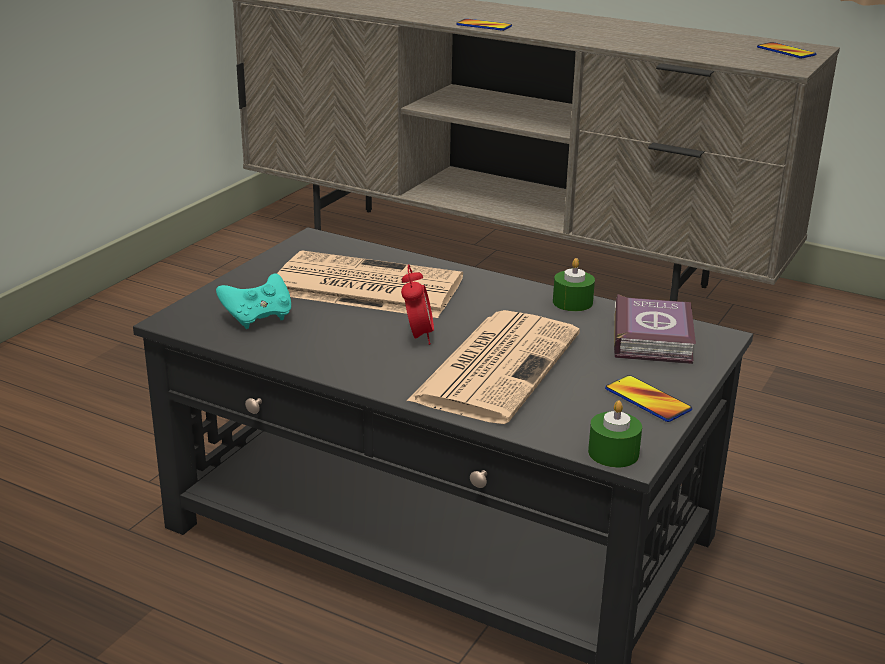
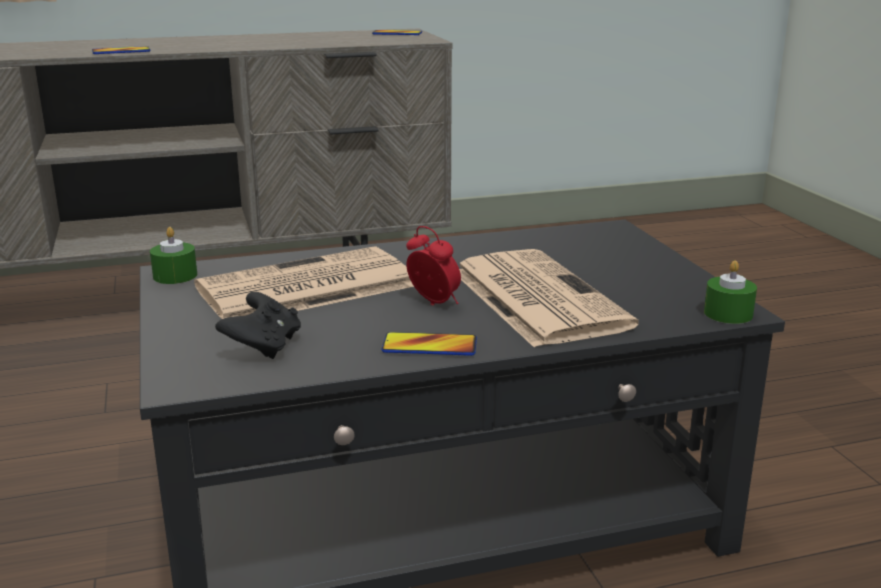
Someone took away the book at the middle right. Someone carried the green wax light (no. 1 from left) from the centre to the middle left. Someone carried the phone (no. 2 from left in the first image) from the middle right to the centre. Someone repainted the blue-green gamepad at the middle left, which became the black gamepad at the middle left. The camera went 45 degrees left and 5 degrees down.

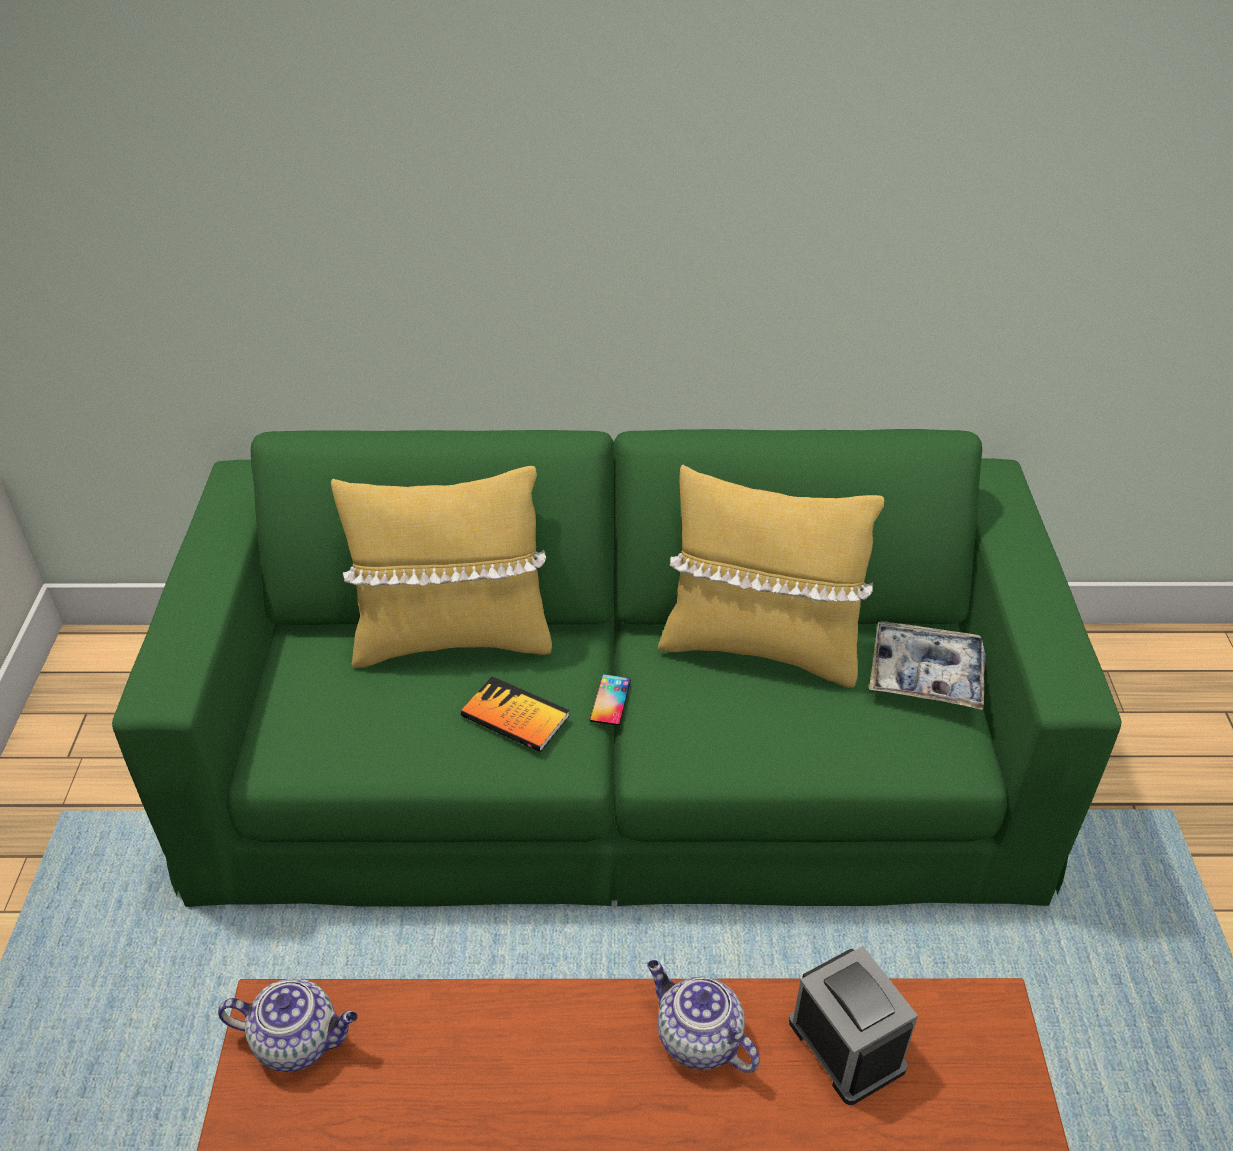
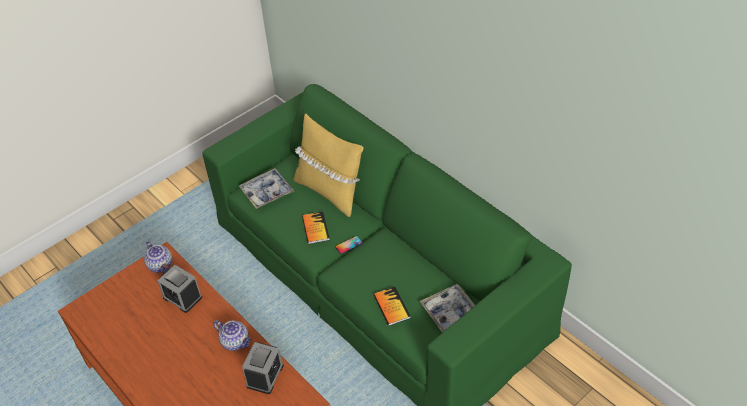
Someone took away the yellow-coloured pillow (no. 2 from left) at the centre. Someone put down the table clock (no. 1 from left) at the bottom left. Someone put down the carrying tray (no. 1 from left) at the centre. Someone put down the book (no. 2 from left) at the bottom centre. Someone rotated the tea pot (no. 2 from left) at the bottom centre by 120 degrees clockwise. The camera went 50 degrees right and 5 degrees up.

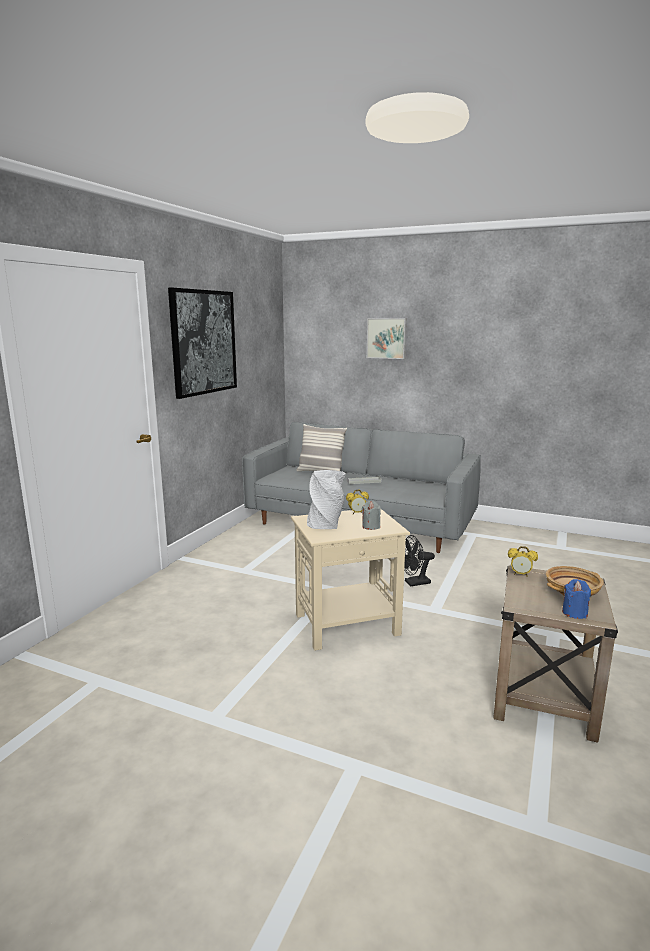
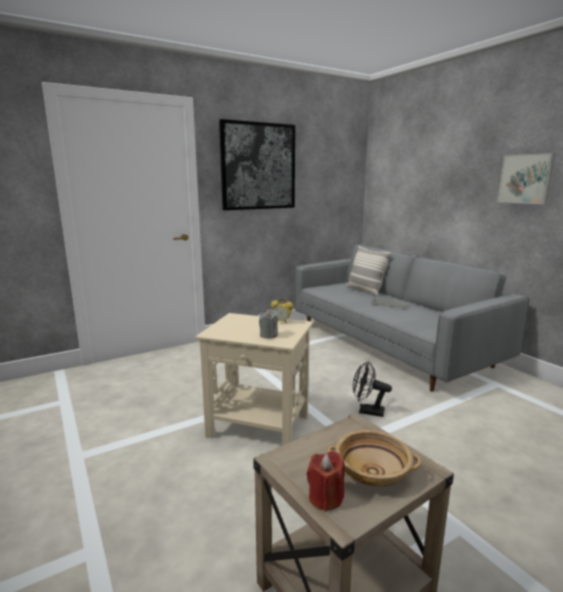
Someone took away the grey decorative vase at the centre. Someone took away the table clock (no. 2 from left) at the middle right. Someone carried the picture (no. 2 from left) from the centre to the top right. Someone repainted the bluish wax light at the middle right, which became the red-coloured wax light at the bottom centre. The camera went 35 degrees right and 0 degrees up.

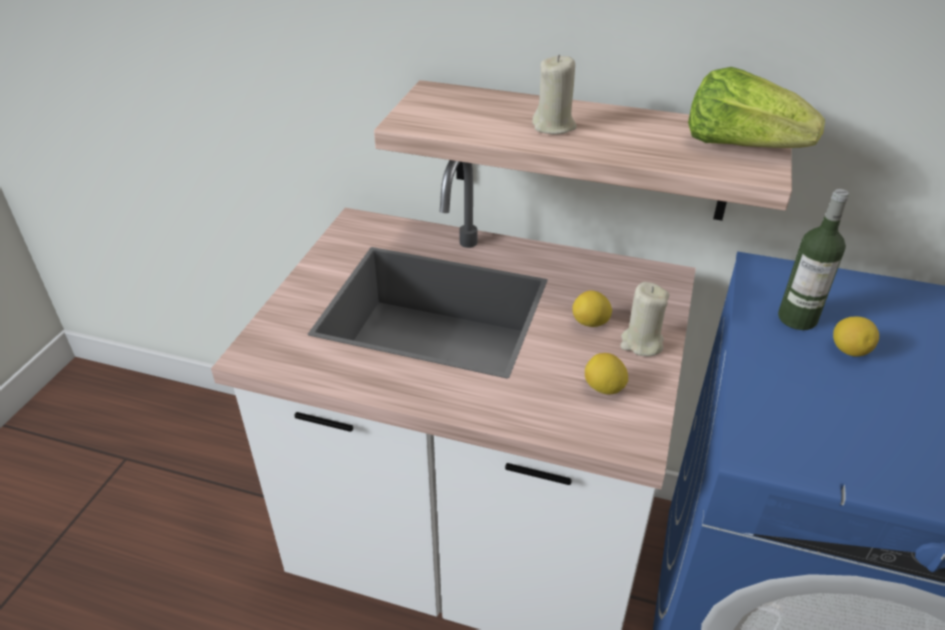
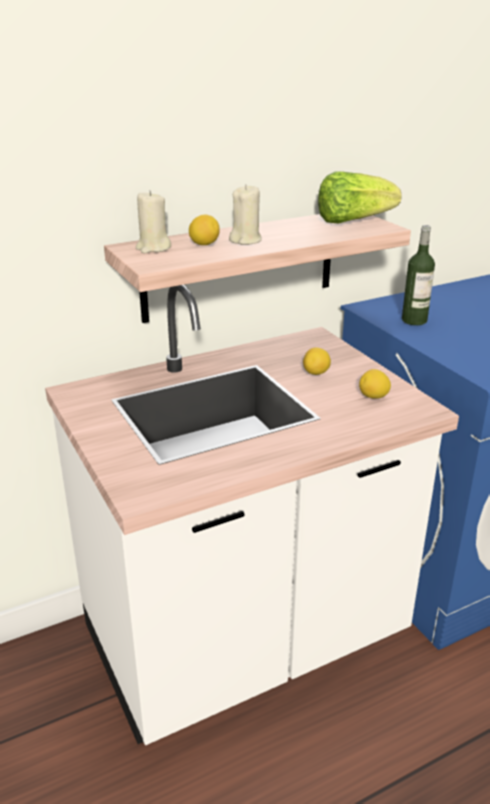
Someone carried the sand-coloured wax light (no. 2 from left in the first image) from the middle right to the top left. Someone carried the whole lemon (no. 3 from left in the first image) from the middle right to the top centre. The camera went 45 degrees left and 10 degrees down.

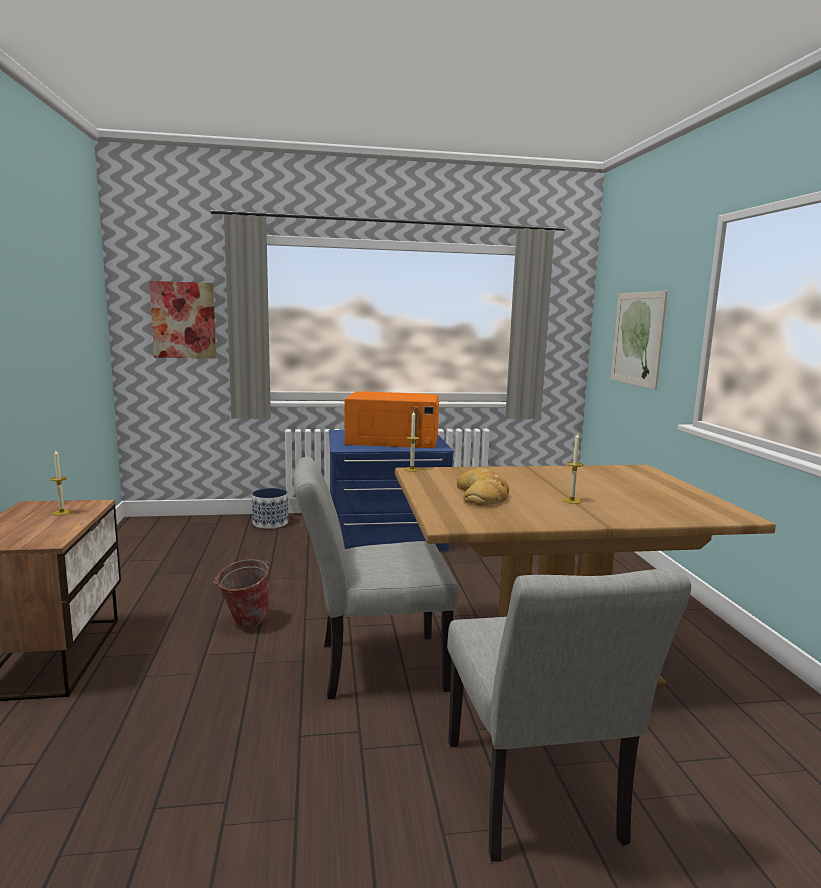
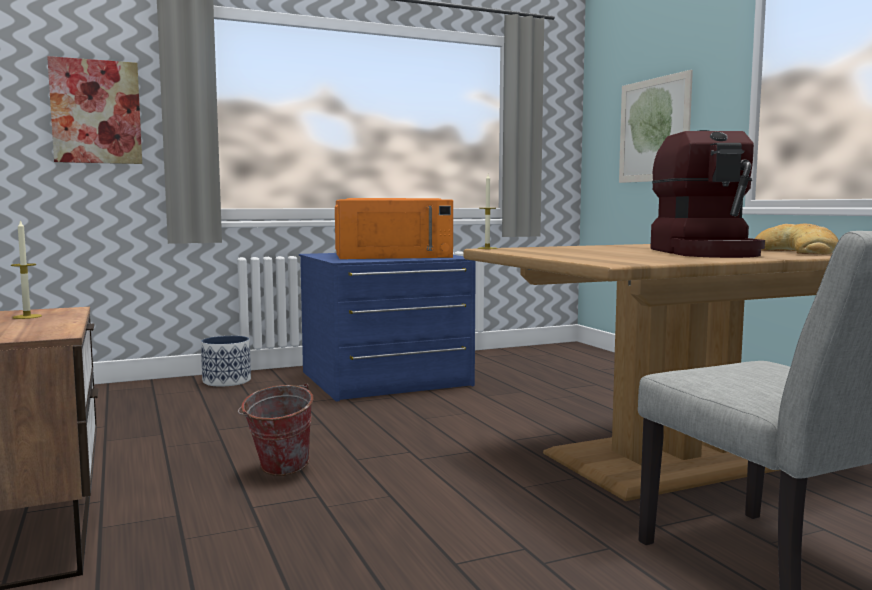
Someone took away the grey upright chair (no. 1 from left) at the centre. Someone carried the bread from the centre to the middle right. Someone swapped the wax light (no. 3 from left) at the middle right for the coffee brewer at the top right. The camera went 15 degrees left and 5 degrees down.

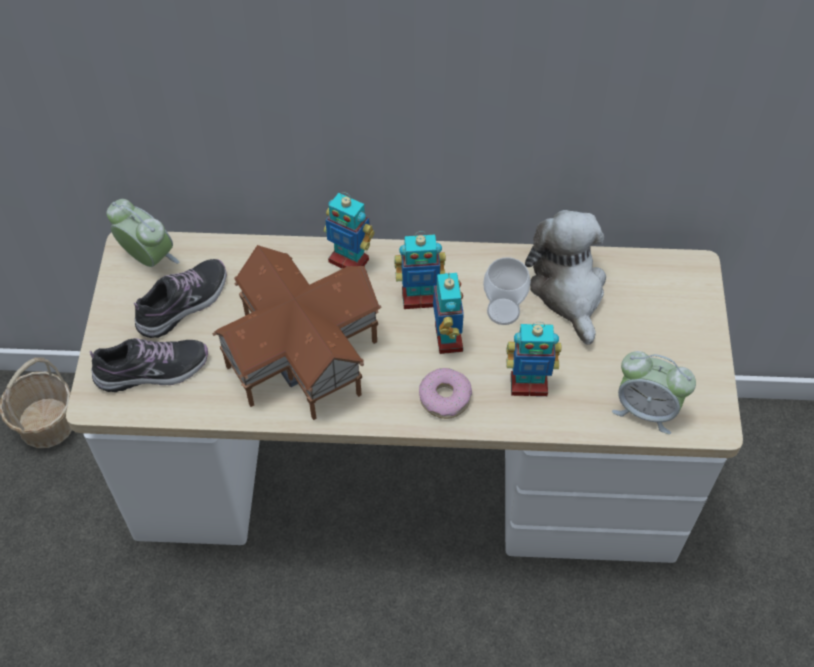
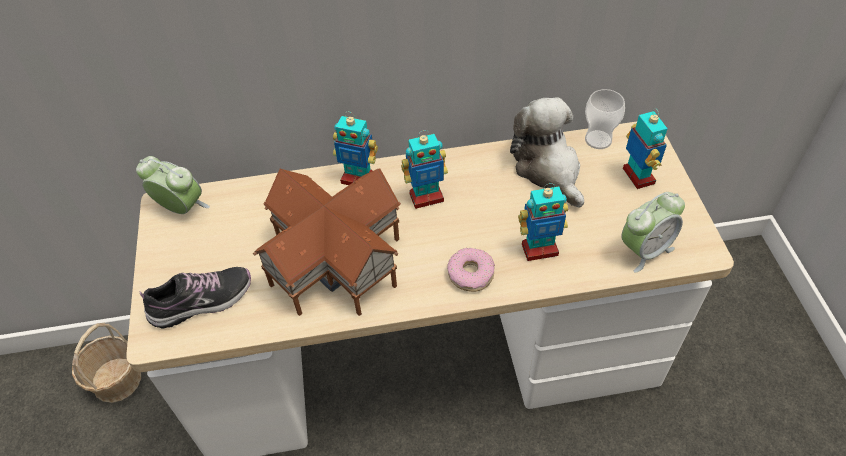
Someone took away the low shoe (no. 2 from left) at the middle left. Someone carried the toy robot (no. 3 from left in the first image) from the centre to the top right. Someone carried the drinking cup from the centre to the top right. Someone rotated the table clock (no. 2 from left) at the middle right by 45 degrees counterclockwise. The camera went 10 degrees left and 5 degrees down.

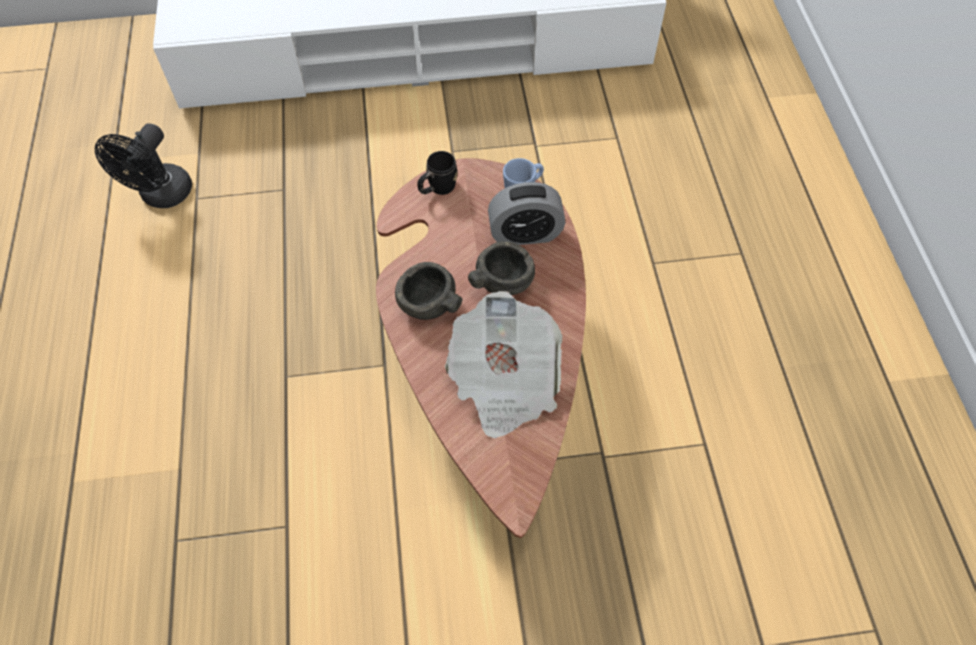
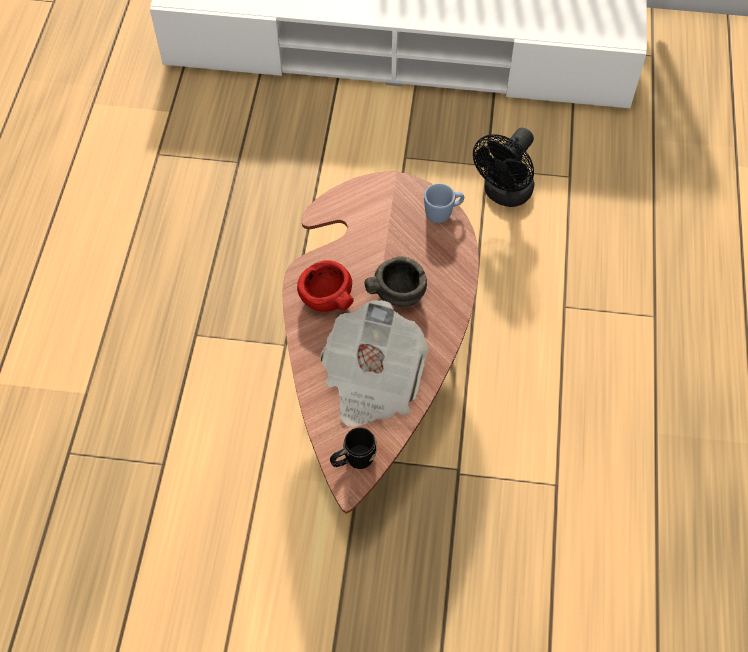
Someone took away the table clock at the top centre. Someone carried the black electric fan from the top left to the top right. Someone carried the black mug from the top centre to the bottom centre. Someone repainted the grey serving bowl (no. 1 from left) at the centre, which became the red-coloured serving bowl at the centre. The camera went 15 degrees right and 0 degrees up.

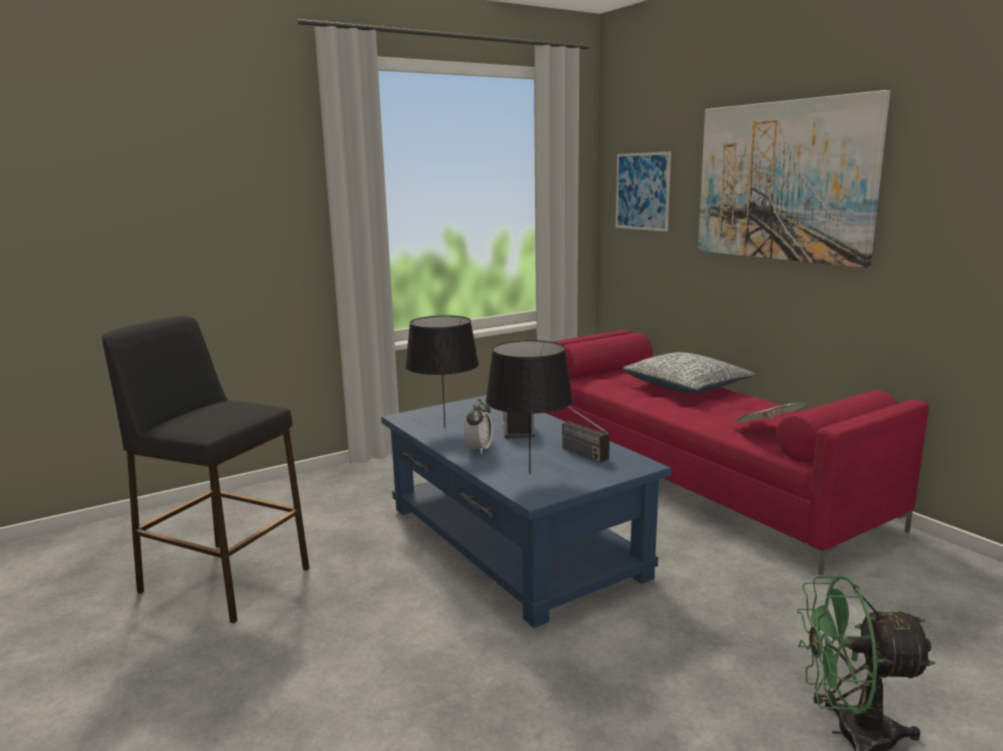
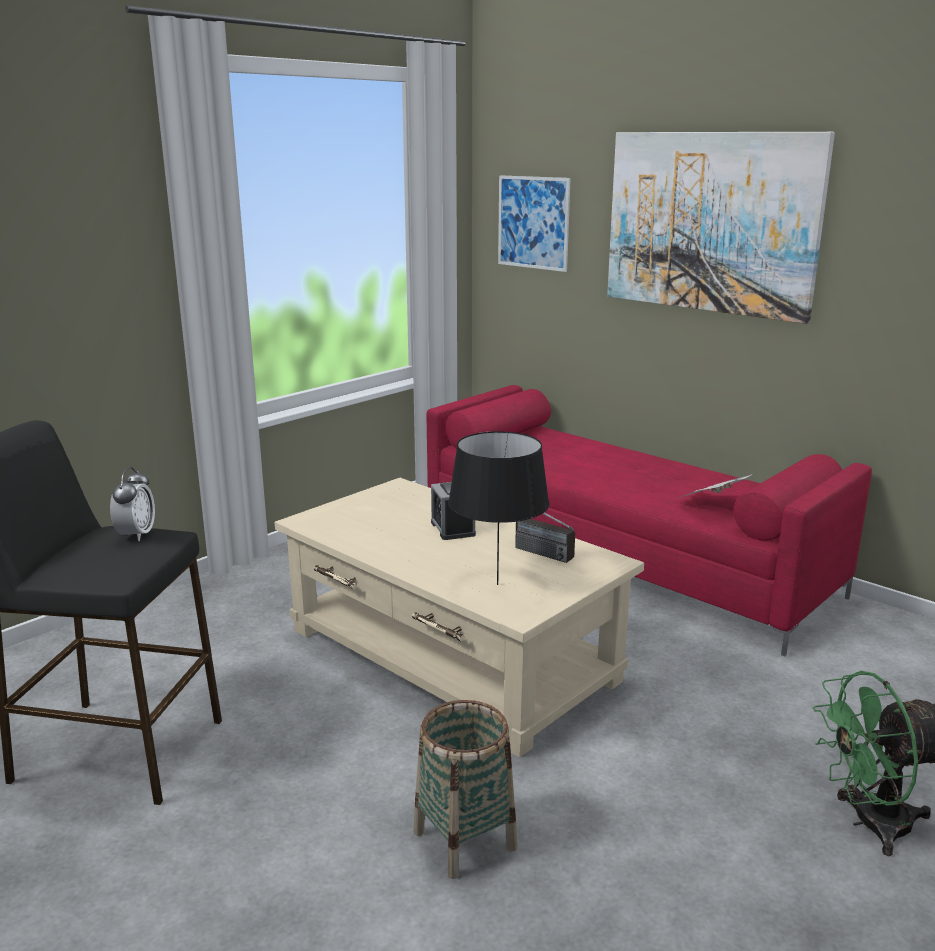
Someone took away the black tabletop lamp (no. 1 from left) at the centre. Someone took away the pillow at the middle right. Someone put down the basket at the bottom centre. Someone carried the table clock (no. 1 from left) from the centre to the middle left. Someone repainted the bluish coffee table at the bottom centre, which became the sand-coloured coffee table at the centre. The camera went 15 degrees left and 5 degrees up.

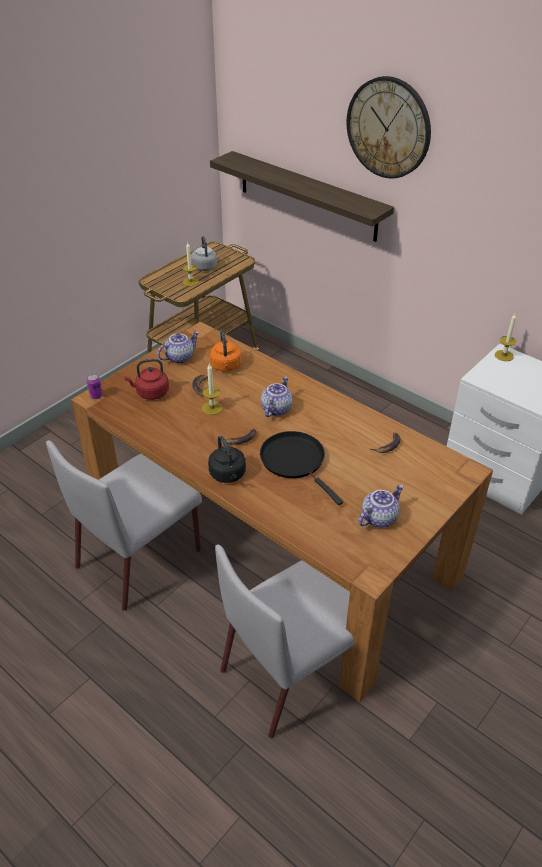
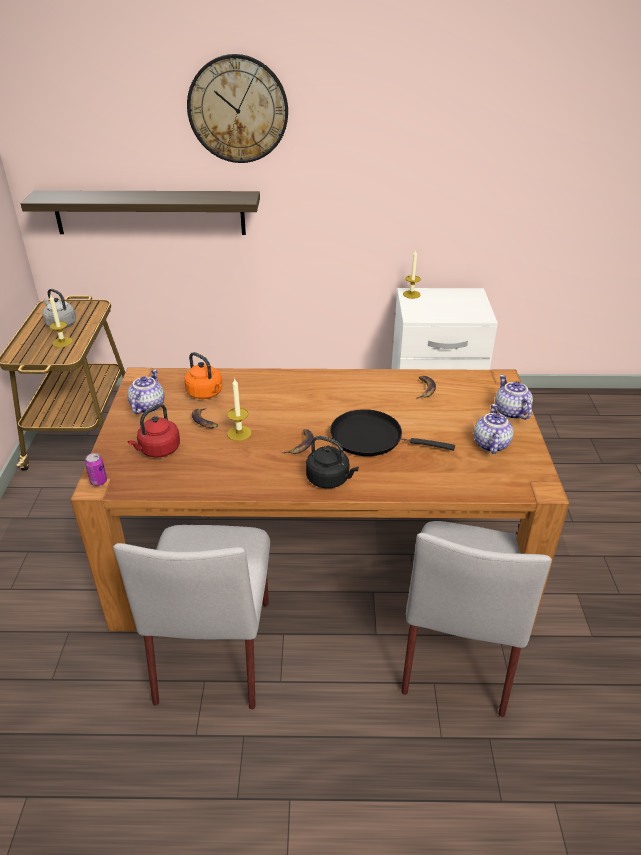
Someone carried the tea pot (no. 2 from left in the first image) from the centre to the middle right. The camera went 40 degrees left and 5 degrees down.

